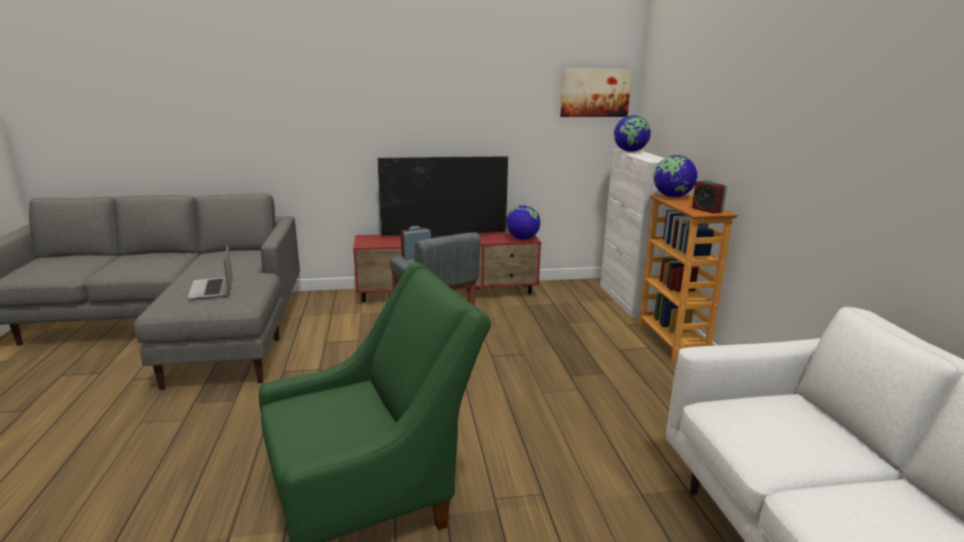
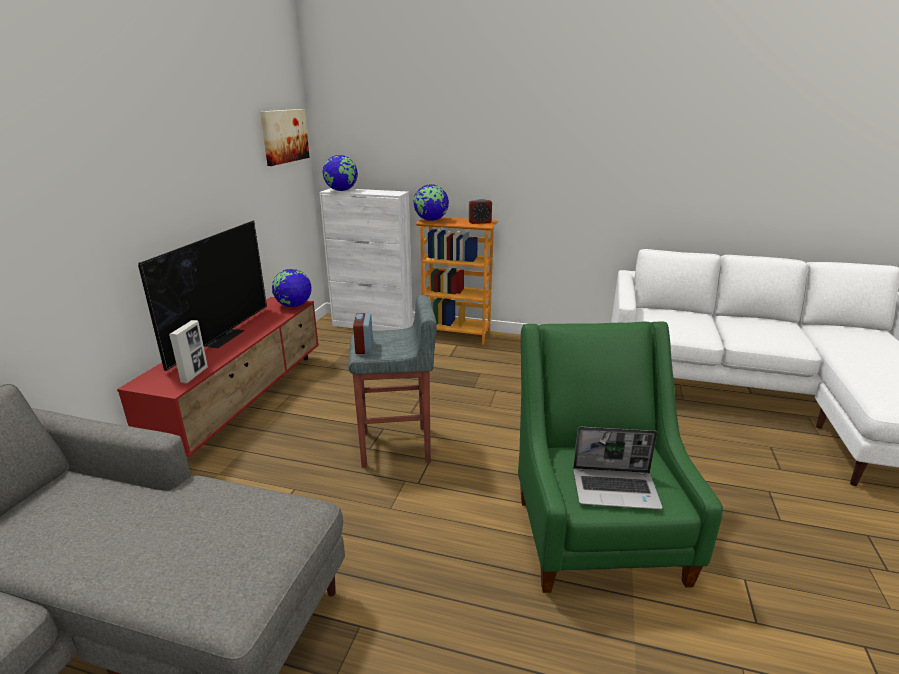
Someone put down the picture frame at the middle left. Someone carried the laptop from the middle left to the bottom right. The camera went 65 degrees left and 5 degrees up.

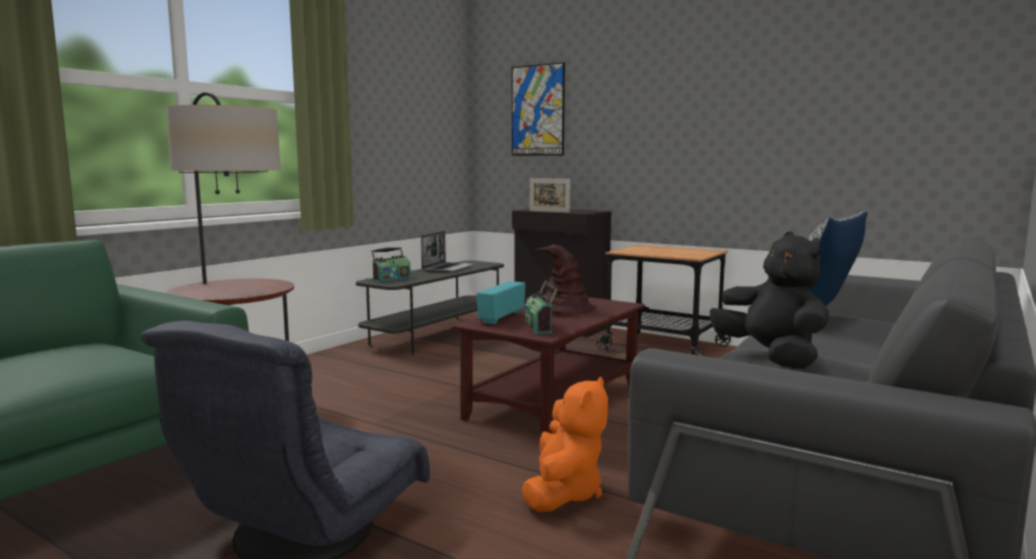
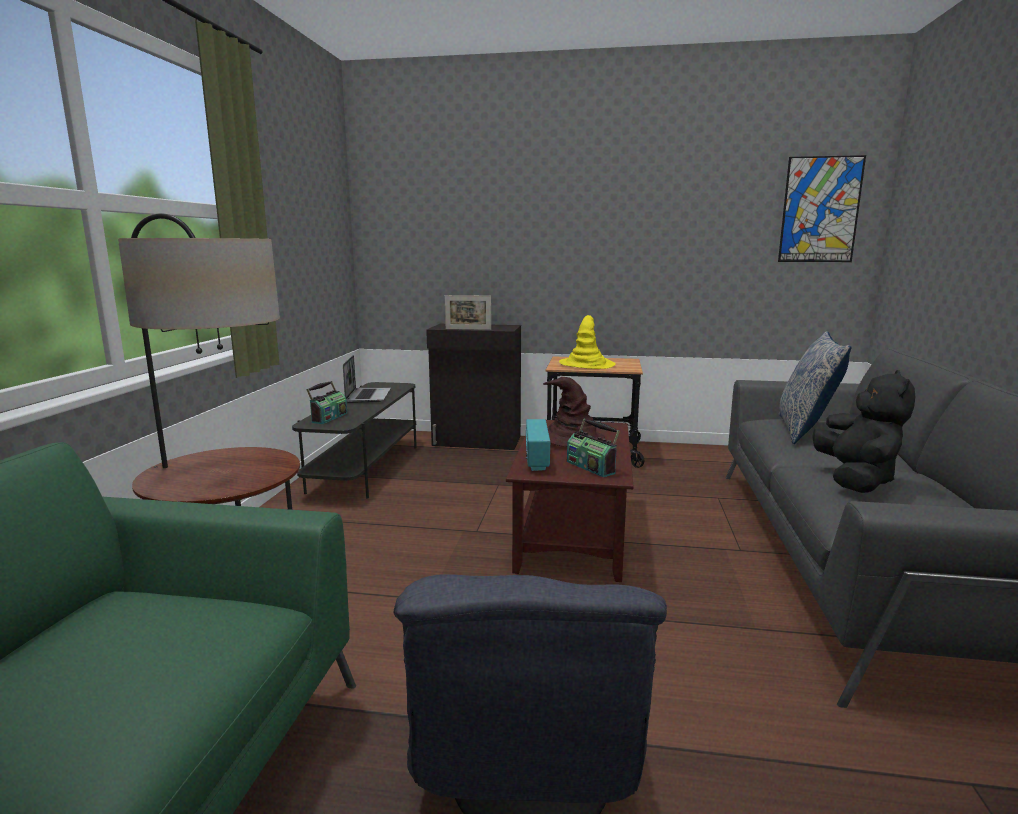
Someone took away the orangey plush toy at the bottom centre. Someone put down the yellow-coloured clothing hat at the centre. Someone carried the picture from the top centre to the top right. Someone rotated the black plush toy at the middle right by 60 degrees clockwise. The camera went 25 degrees left and 5 degrees up.

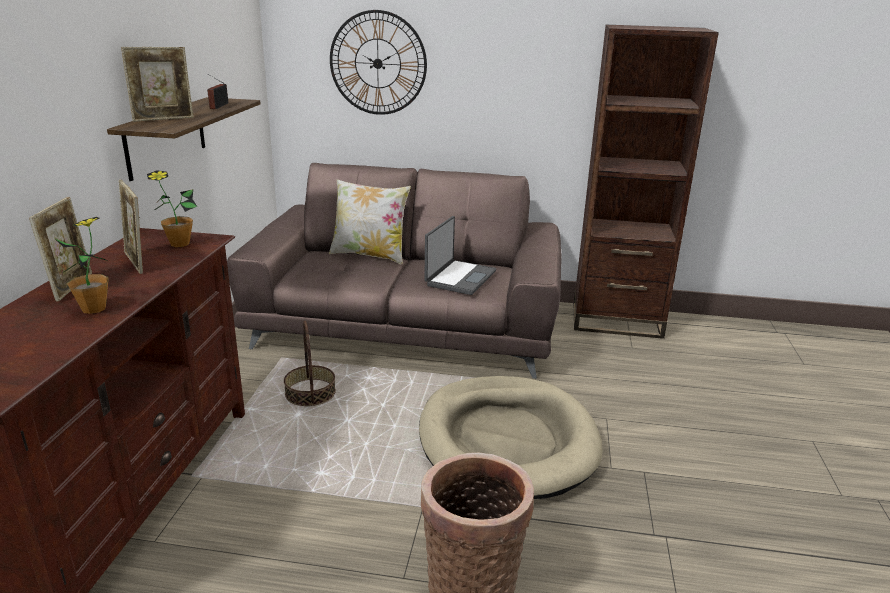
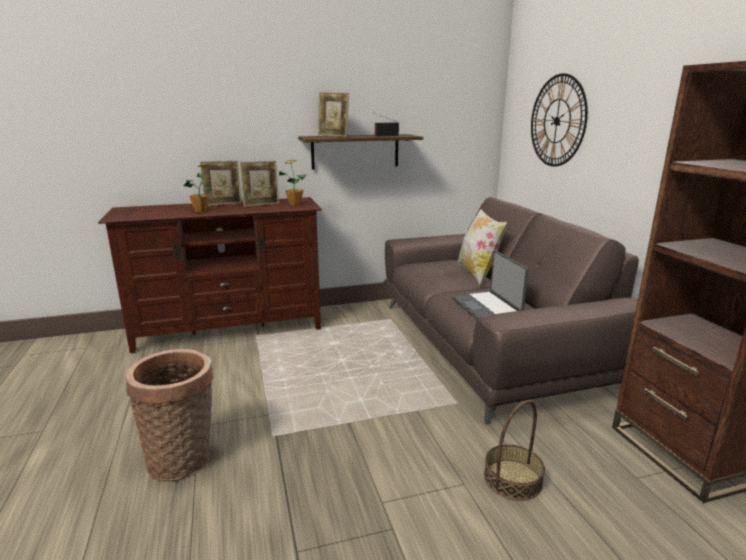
Someone took away the sand-coloured dog cushion at the bottom centre. Someone carried the basket (no. 1 from left in the first image) from the centre to the bottom right. Someone rotated the picture frame (no. 2 from left) at the middle left by 150 degrees counterclockwise. Someone rotated the laptop at the centre by 75 degrees clockwise. The camera went 65 degrees right and 5 degrees down.

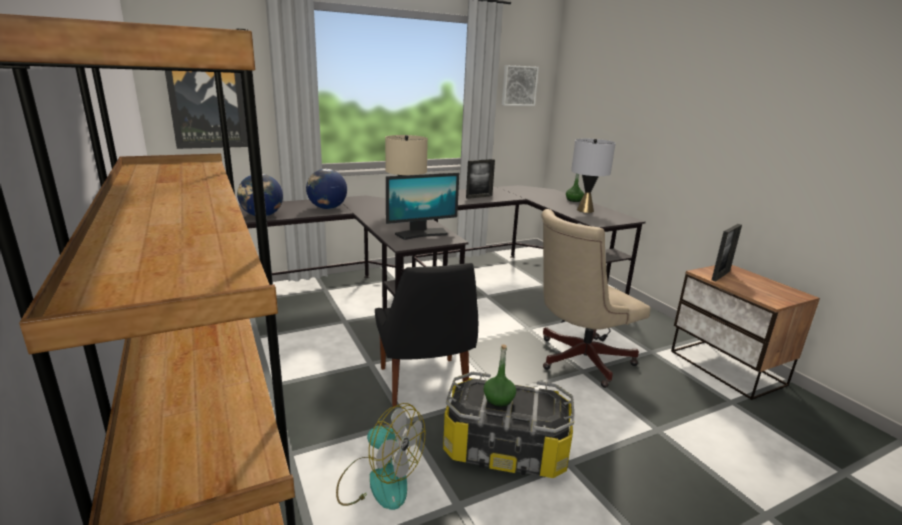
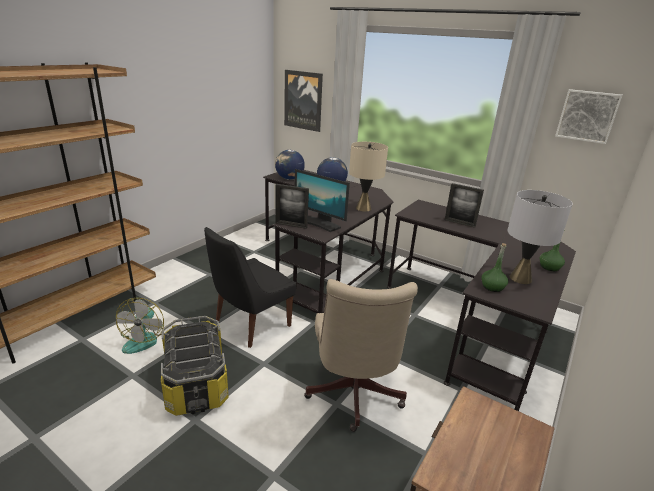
Someone carried the green beverage bottle (no. 1 from left) from the bottom centre to the middle right. Someone carried the picture frame (no. 2 from left in the first image) from the middle right to the centre. Someone rotated the sand-coloured computer chair at the centre by 120 degrees counterclockwise. The camera went 60 degrees right and 5 degrees up.

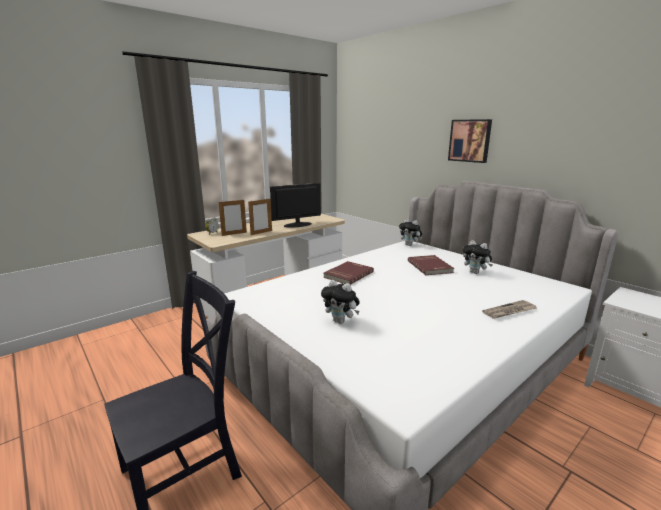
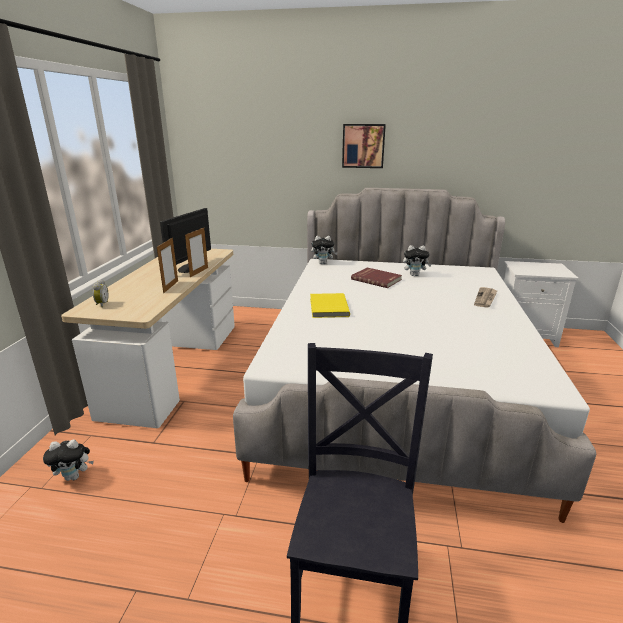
Someone carried the picture frame (no. 1 from left in the first image) from the centre to the middle left. Someone carried the plush toy (no. 1 from left) from the centre to the bottom left. Someone repainted the red-coloured book (no. 1 from left) at the centre, which became the yellow-coloured book at the centre. The camera went 40 degrees left and 5 degrees up.

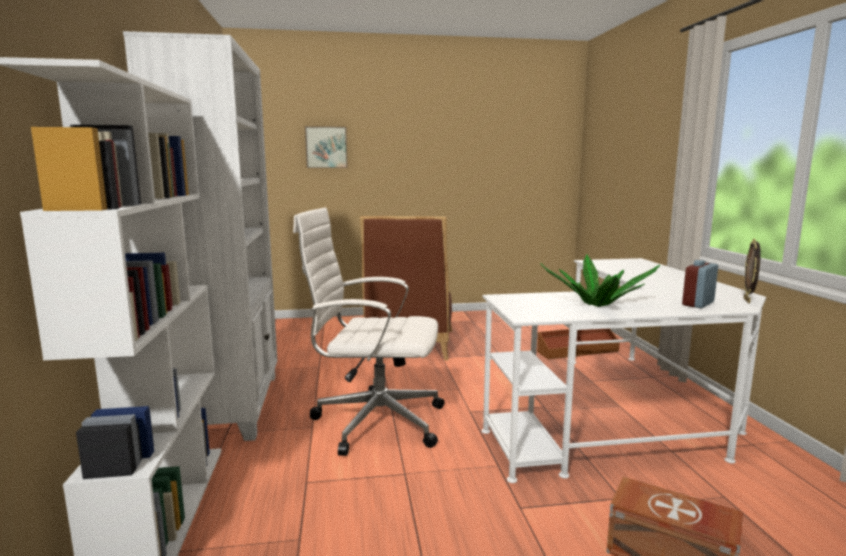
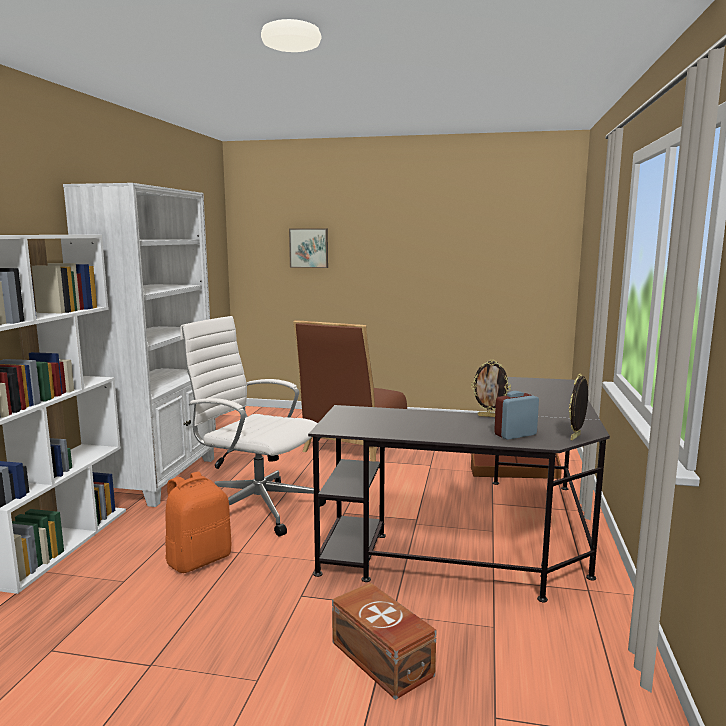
Someone took away the potted plant at the middle right. Someone put down the orangey rucksack at the bottom left. Someone put down the picture frame (no. 1 from left) at the middle right. Someone repainted the whitish desk unit at the middle right, which became the black desk unit at the bottom centre. The camera went 20 degrees right and 0 degrees up.

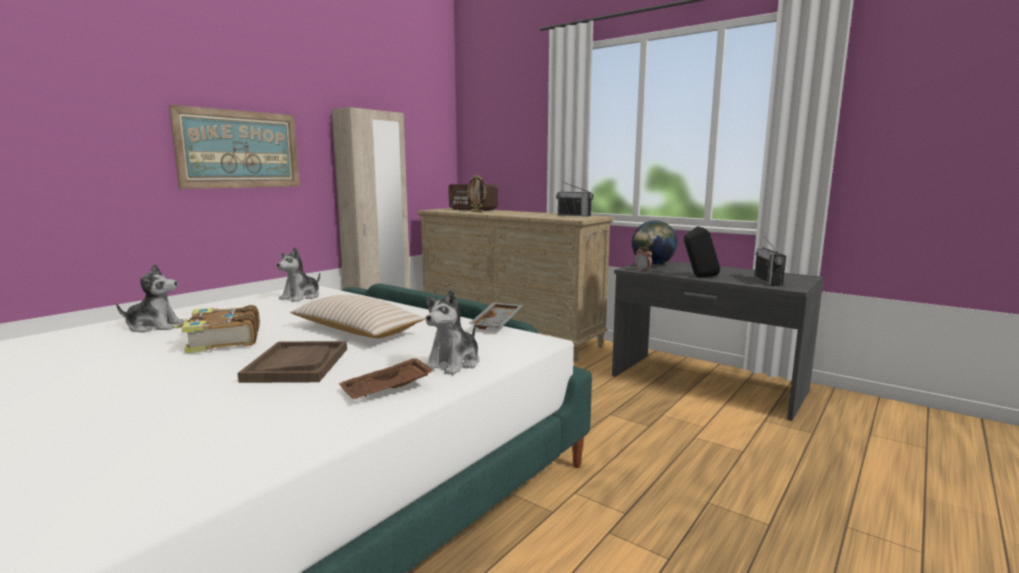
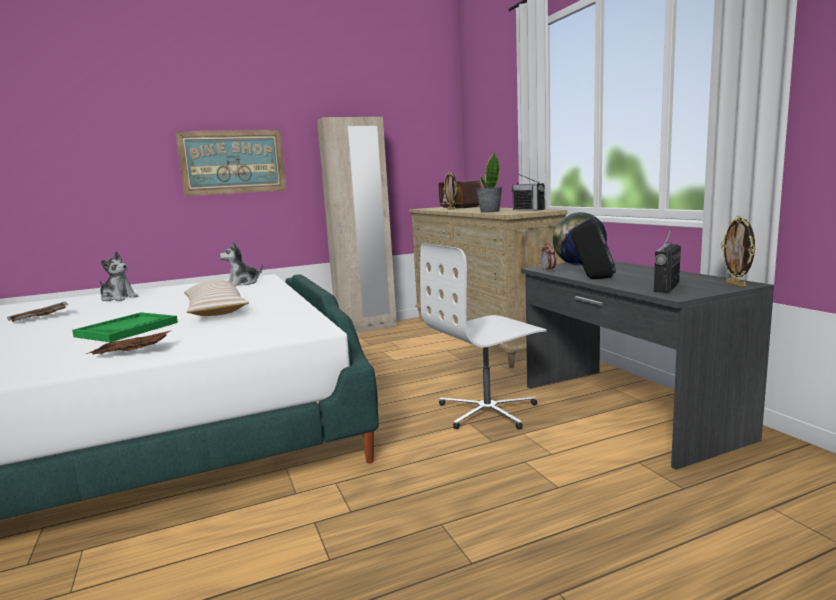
Someone took away the book at the middle left. Someone took away the plush toy (no. 3 from left) at the centre. Someone put down the whitish computer chair at the centre. Someone put down the potted plant at the top centre. Someone put down the picture frame (no. 2 from left) at the middle right. Someone carried the grey carrying tray from the centre to the middle left. Someone repainted the brownish carrying tray (no. 1 from left) at the middle left, which became the green carrying tray at the middle left. The camera went 30 degrees right and 0 degrees up.

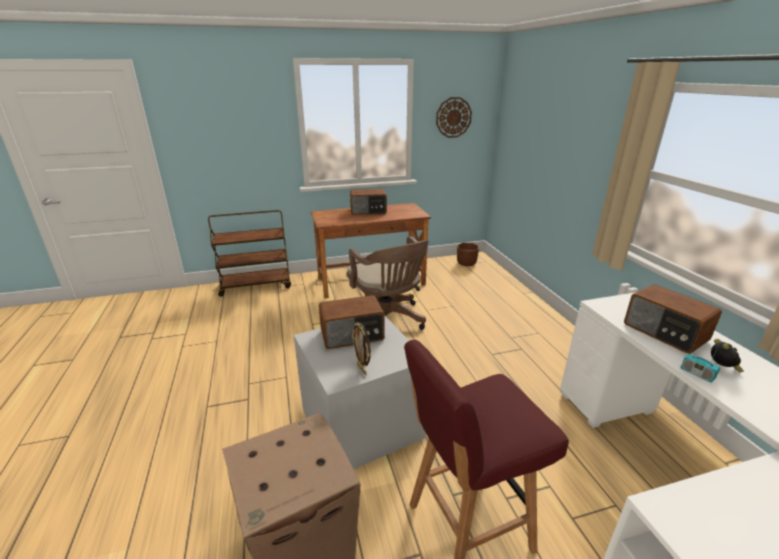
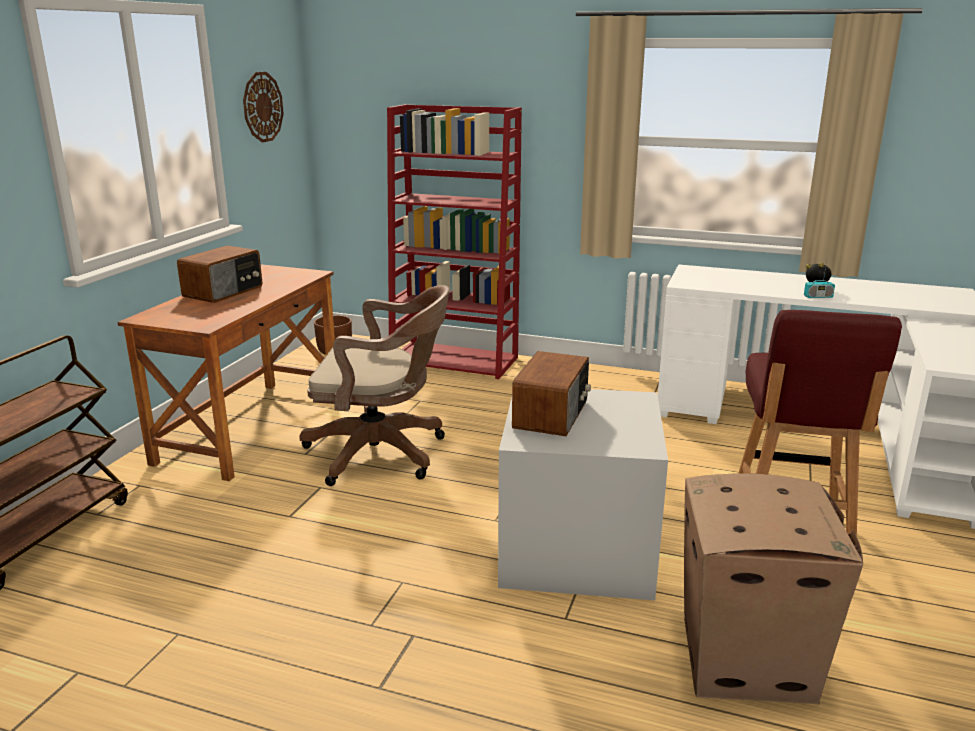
Someone took away the picture frame at the centre. Someone took away the radio set (no. 3 from left) at the middle right. Someone put down the red-coloured shelving unit at the top centre. The camera went 55 degrees left and 5 degrees down.

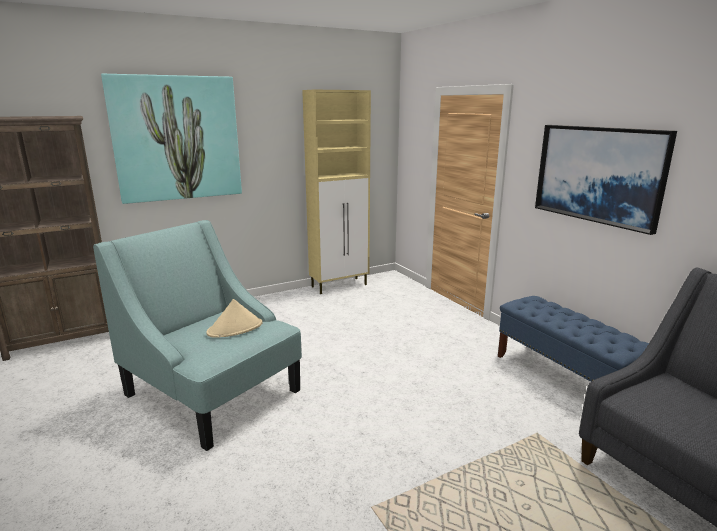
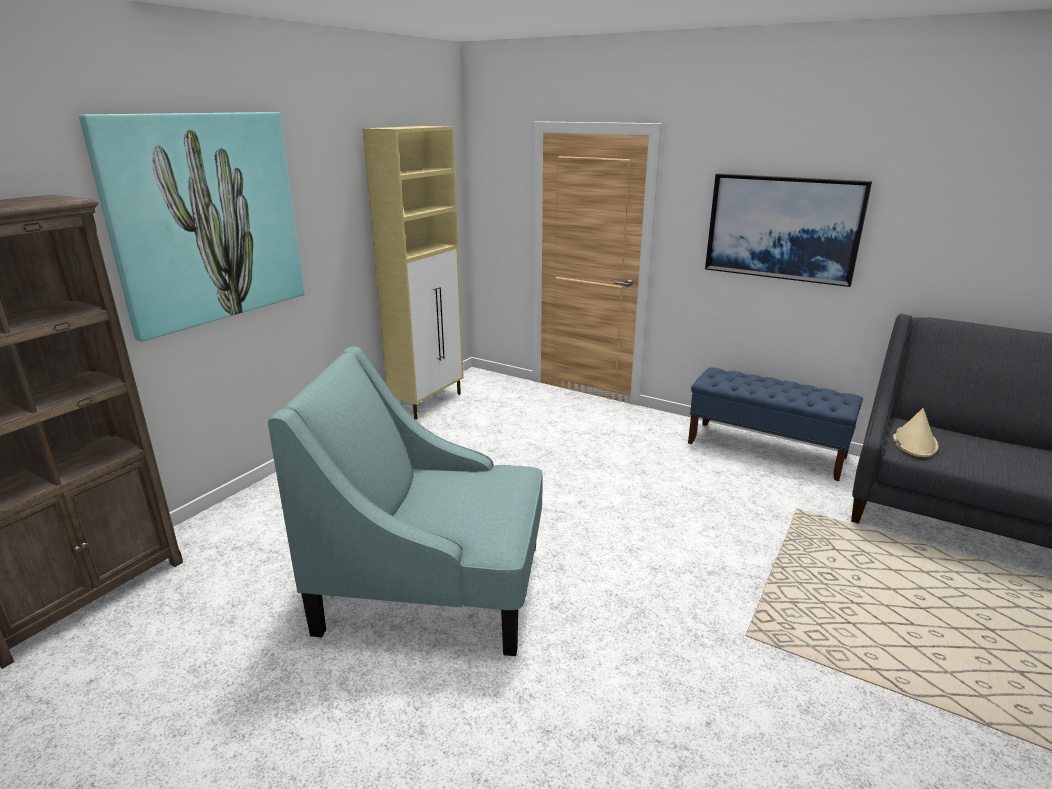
Someone carried the sand-coloured clothing hat from the middle left to the middle right. The camera went 30 degrees left and 5 degrees up.

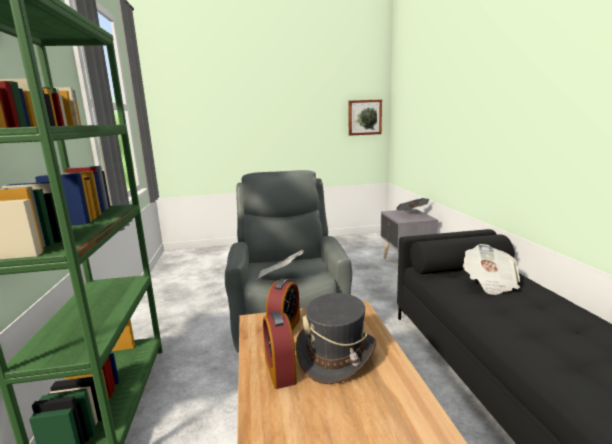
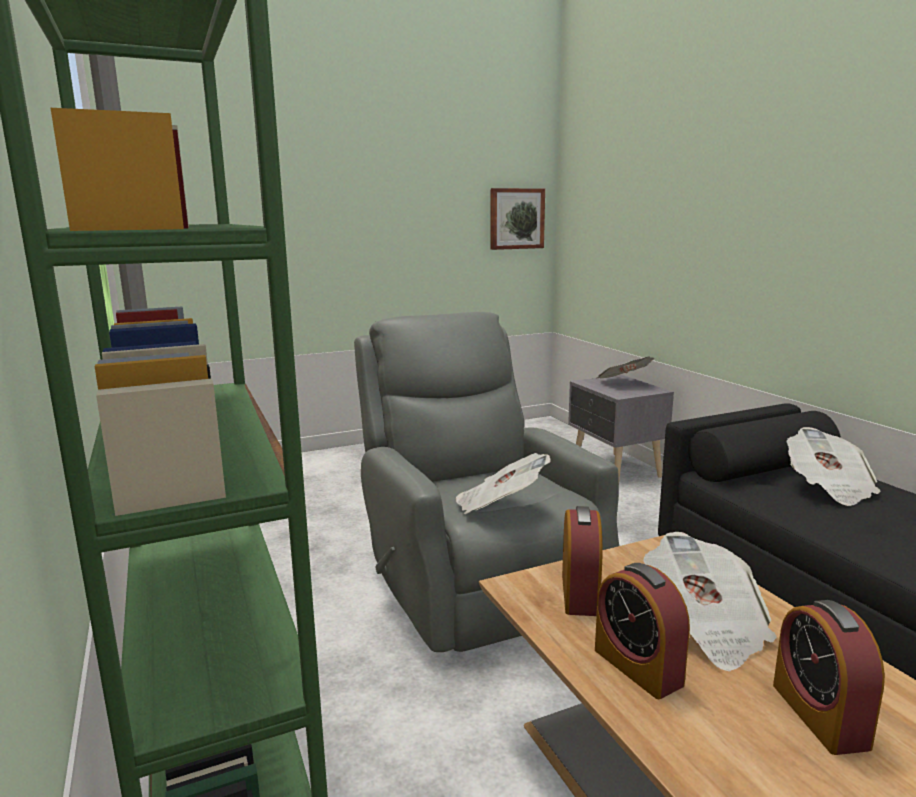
Someone put down the table clock (no. 3 from left) at the bottom right. Someone swapped the grey clothing hat at the bottom centre for the printed paper (no. 3 from left) at the bottom right. The camera went 15 degrees left and 0 degrees up.

